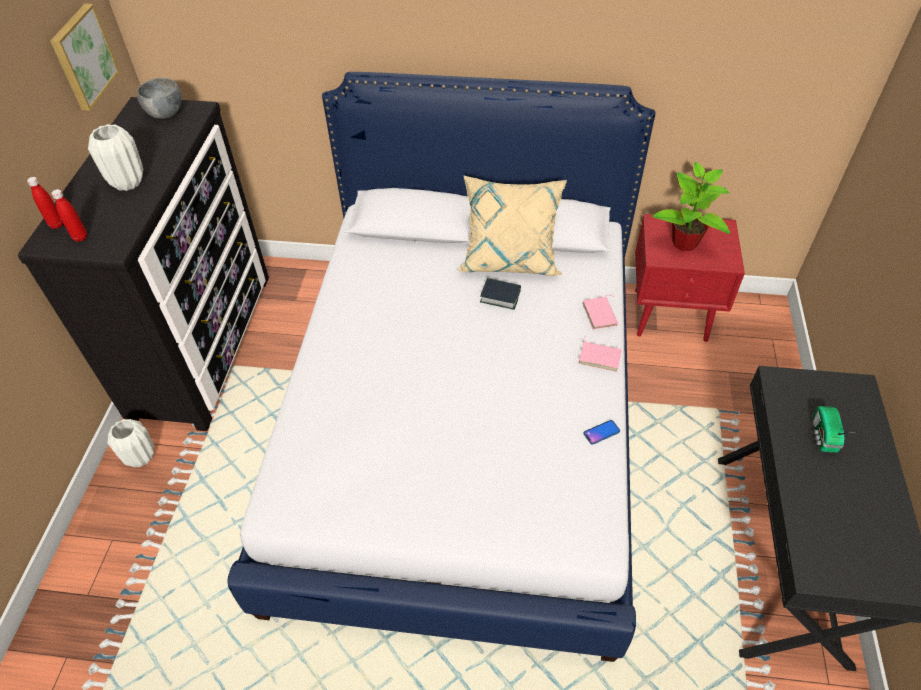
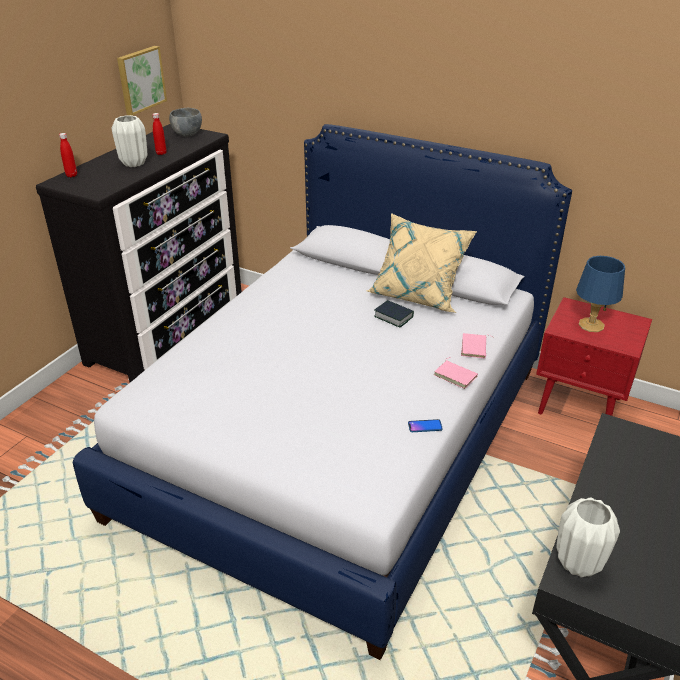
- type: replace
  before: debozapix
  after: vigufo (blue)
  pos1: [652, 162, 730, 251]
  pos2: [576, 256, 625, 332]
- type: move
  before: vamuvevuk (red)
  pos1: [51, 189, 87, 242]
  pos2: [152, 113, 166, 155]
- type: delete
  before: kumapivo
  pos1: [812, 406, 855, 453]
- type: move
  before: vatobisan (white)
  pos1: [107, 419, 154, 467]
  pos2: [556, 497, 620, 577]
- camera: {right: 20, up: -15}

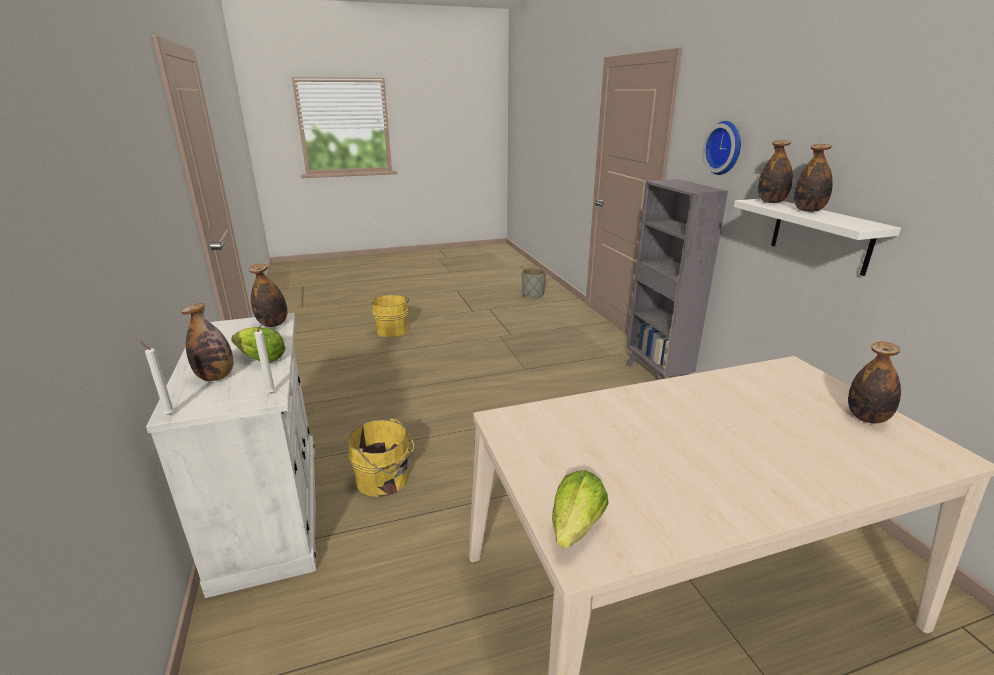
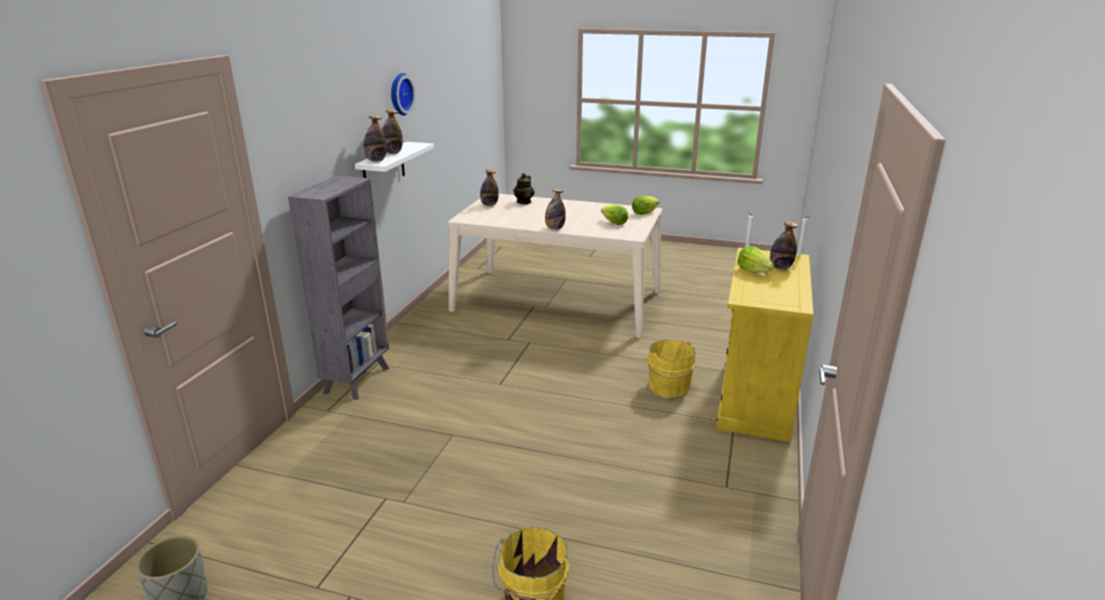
- type: move
  before: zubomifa
  pos1: [702, 121, 741, 175]
  pos2: [391, 73, 416, 116]
- type: move
  before: vamuvevuk
  pos1: [249, 264, 287, 327]
  pos2: [545, 189, 566, 230]
- type: recolor
  before: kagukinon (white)
  after: kagukinon (yellow)
  pos1: [146, 313, 316, 598]
  pos2: [716, 248, 814, 442]
- type: insert
  after: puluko
  pos2: [513, 173, 535, 204]
- type: insert
  after: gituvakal
  pos2: [601, 205, 628, 225]
- camera: {right: -145, up: 0}

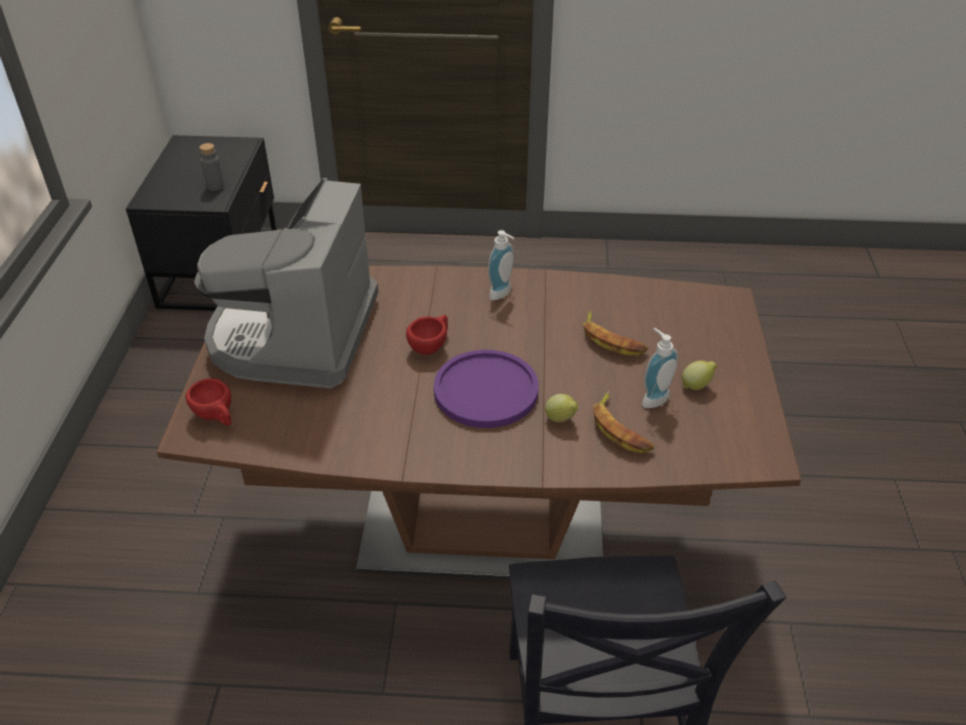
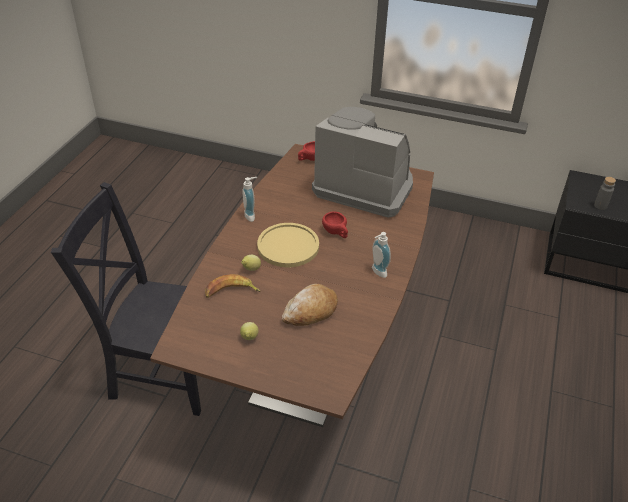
- type: replace
  before: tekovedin
  after: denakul
  pos1: [583, 311, 648, 356]
  pos2: [282, 284, 338, 326]
- type: move
  before: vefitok
  pos1: [642, 328, 678, 408]
  pos2: [242, 177, 257, 222]
- type: recolor
  before: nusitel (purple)
  after: nusitel (yellow)
  pos1: [434, 350, 539, 428]
  pos2: [257, 223, 319, 267]
- camera: {right: 105, up: 0}

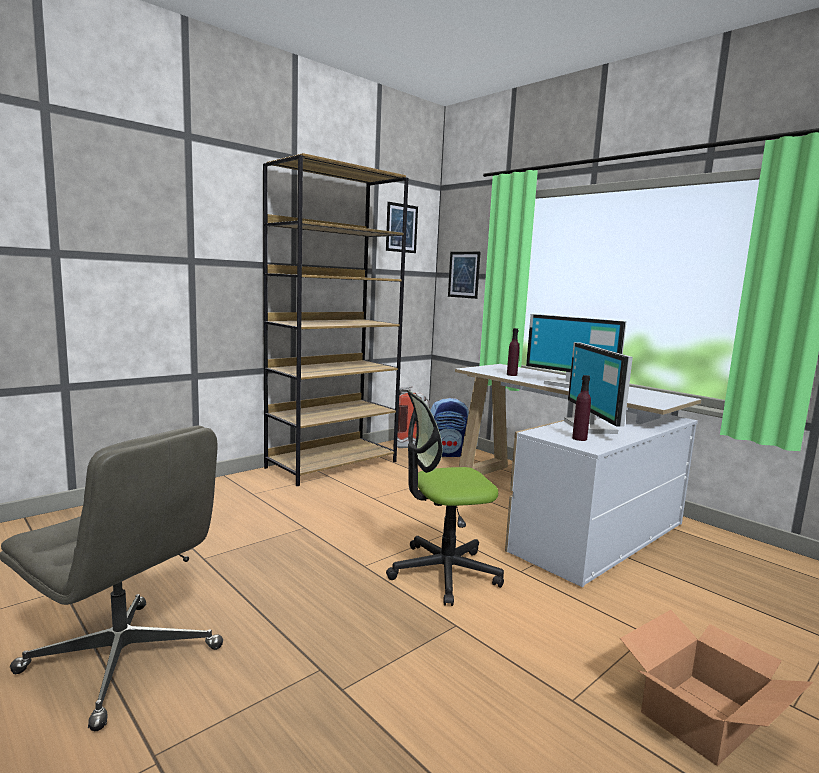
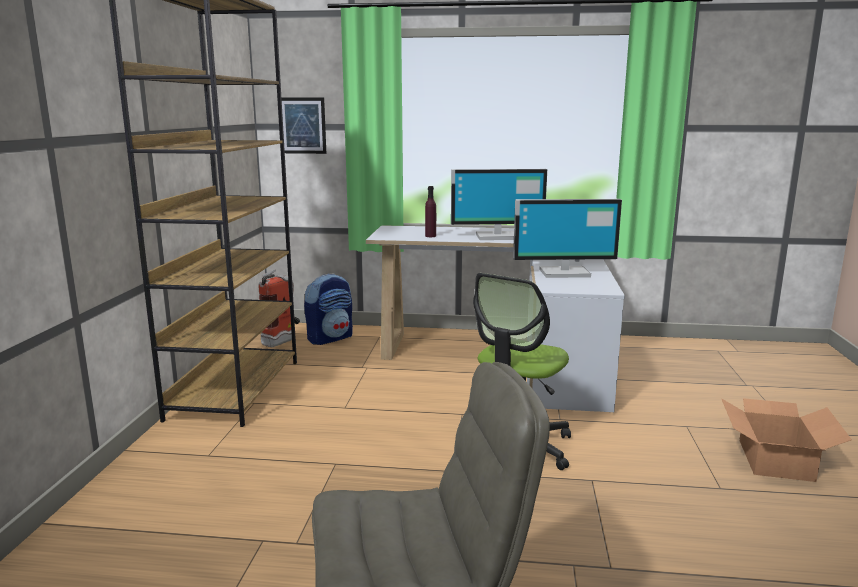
- type: delete
  before: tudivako
  pos1: [386, 202, 418, 253]
- type: rotate
  before: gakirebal
  pos1: [564, 342, 633, 434]
  pos2: [513, 199, 622, 278]
  turn: -45
- type: delete
  before: vamuvevuk (purple)
  pos1: [572, 375, 591, 441]
- camera: {right: -40, up: 5}

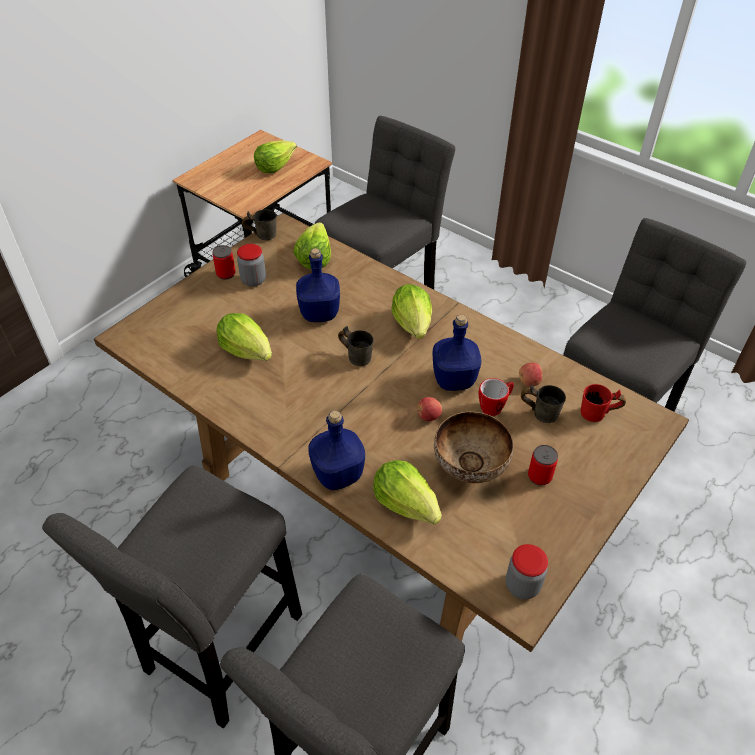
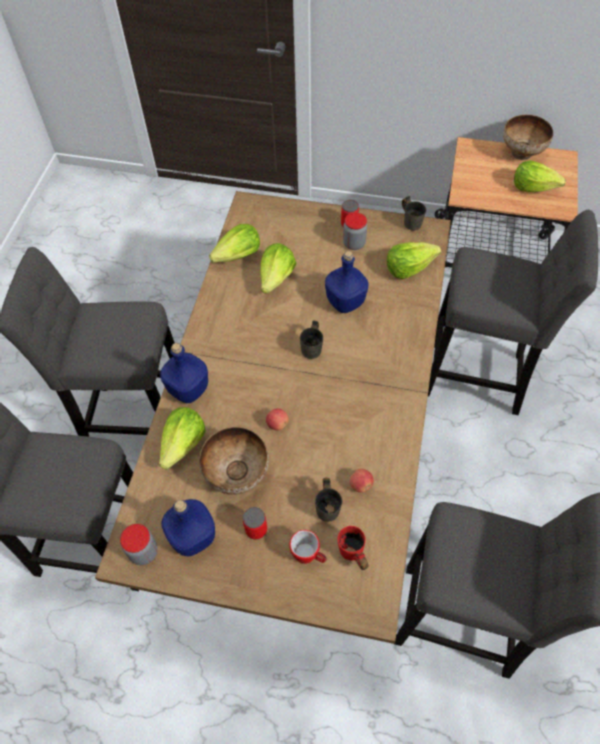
- type: move
  before: gituvakal
  pos1: [391, 284, 432, 339]
  pos2: [209, 224, 260, 262]
- type: move
  before: vamuvevuk (blue)
  pos1: [432, 314, 481, 391]
  pos2: [161, 499, 215, 556]
- type: move
  before: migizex
  pos1: [479, 378, 514, 416]
  pos2: [289, 530, 327, 564]
- type: insert
  after: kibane
  pos2: [503, 115, 553, 160]
- camera: {right: 65, up: 10}

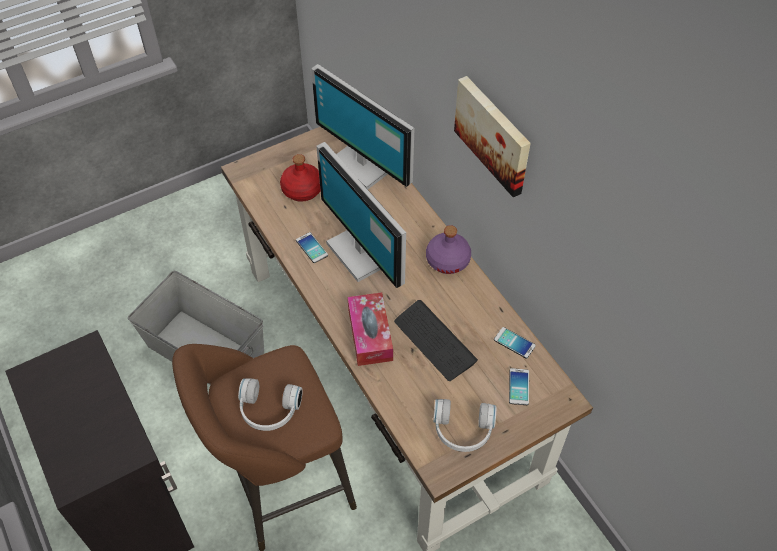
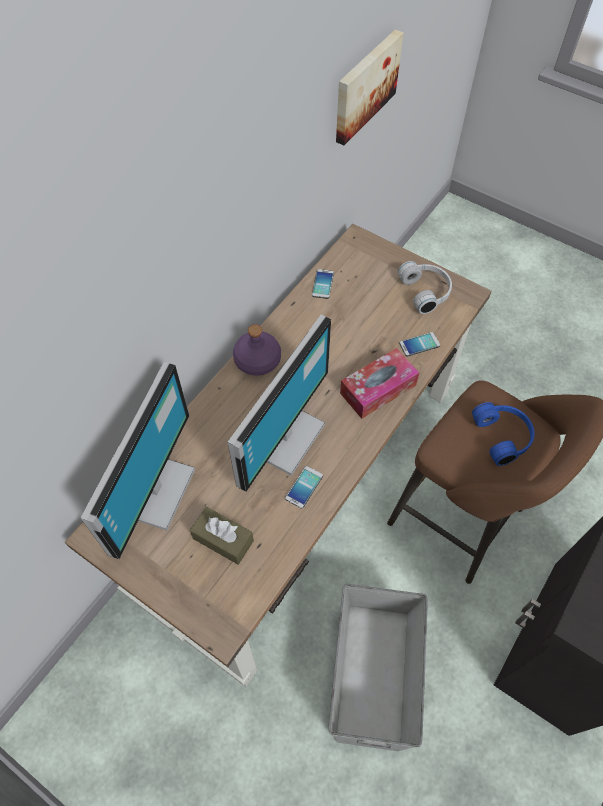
- type: move
  before: tudivako
  pos1: [454, 76, 531, 197]
  pos2: [336, 30, 403, 145]
- type: replace
  before: vamuvevuk (red)
  after: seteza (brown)
  pos1: [280, 154, 321, 202]
  pos2: [190, 507, 254, 565]
- type: delete
  before: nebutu
  pos1: [394, 300, 478, 381]
- type: move
  before: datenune
  pos1: [509, 368, 529, 405]
  pos2: [399, 332, 440, 356]
- type: recolor
  before: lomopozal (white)
  after: lomopozal (blue)
  pos1: [238, 378, 303, 431]
  pos2: [472, 402, 535, 466]
- camera: {right: -115, up: 5}

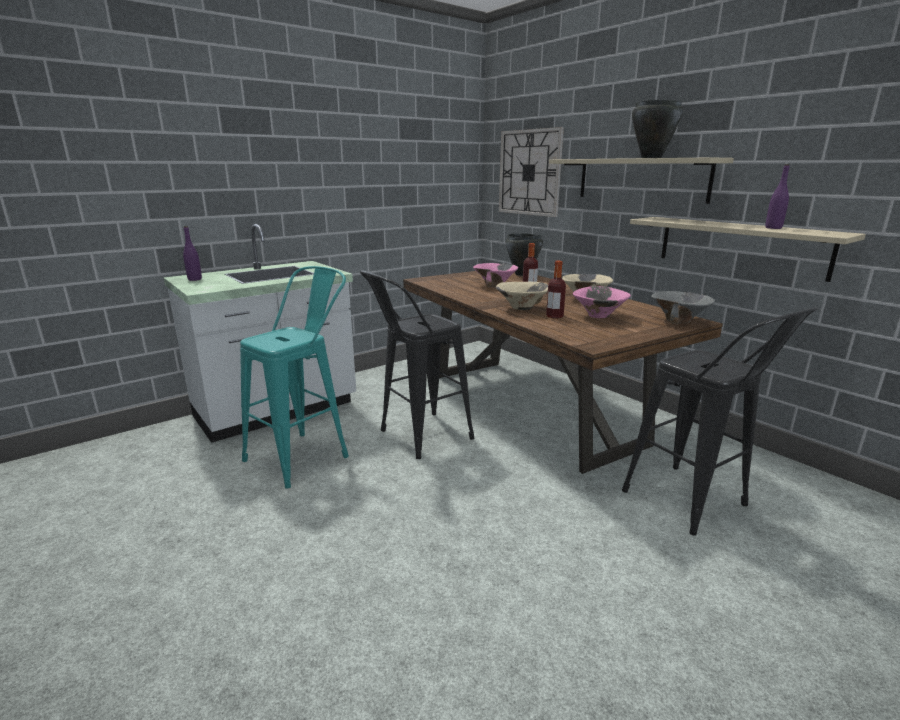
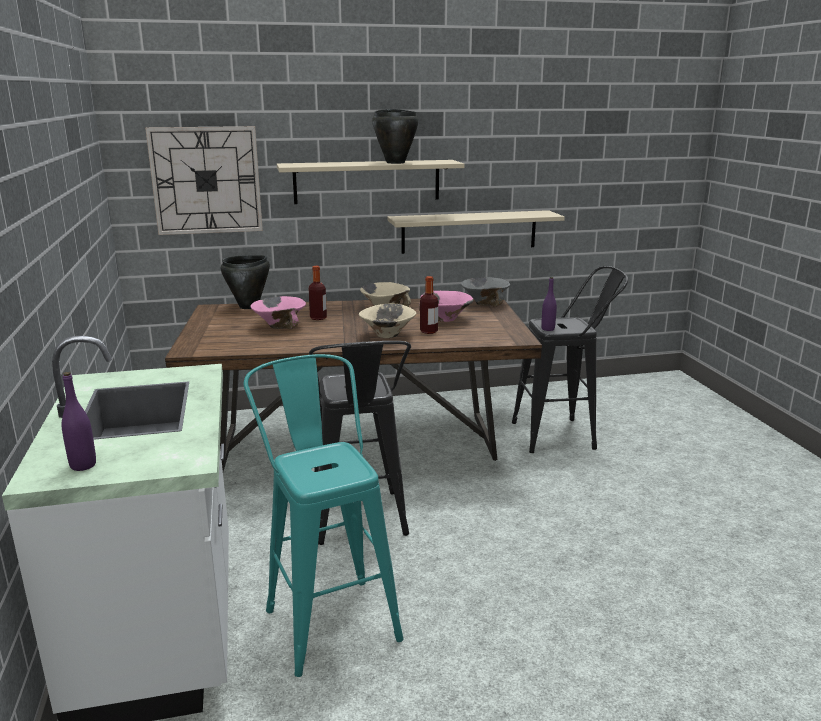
- type: move
  before: vamuvevuk (purple)
  pos1: [765, 164, 790, 229]
  pos2: [541, 277, 557, 331]
- camera: {right: -65, up: 0}

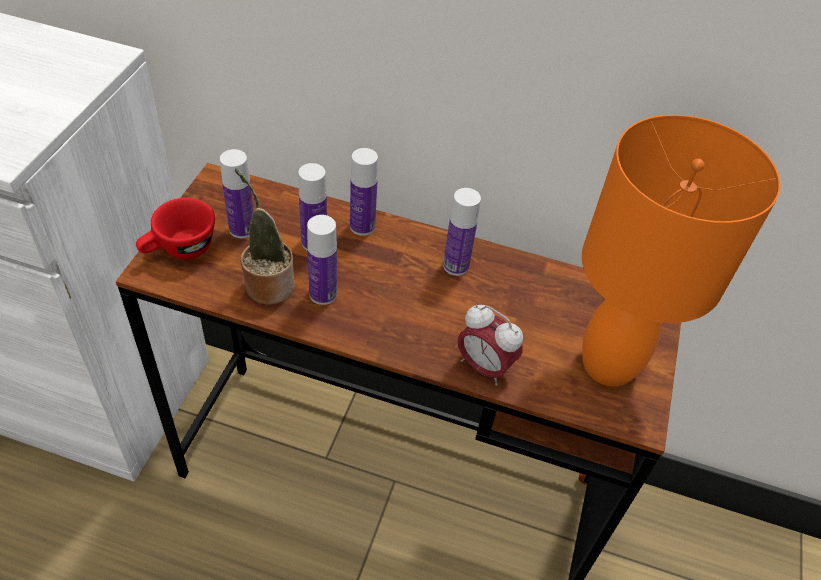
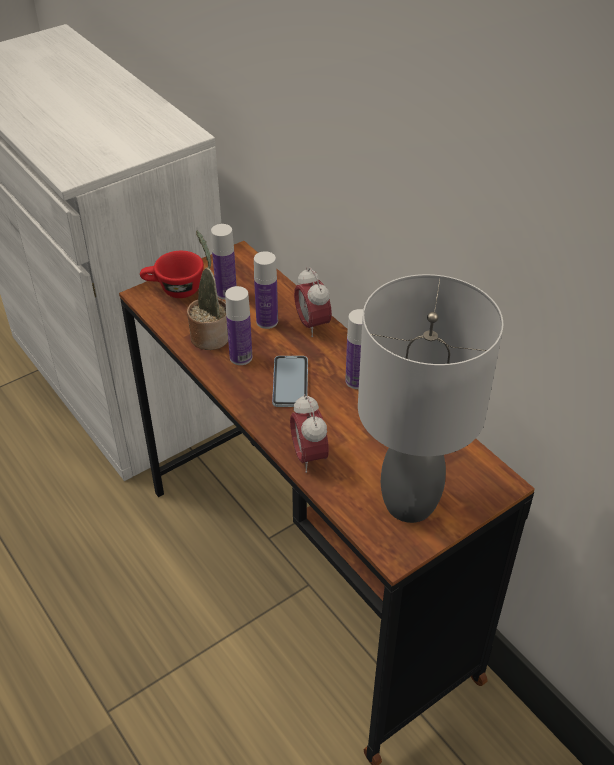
- type: recolor
  before: vigufo (orange)
  after: vigufo (grey)
  pos1: [582, 115, 781, 387]
  pos2: [358, 274, 503, 523]
- type: replace
  before: vamuvevuk
  after: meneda
  pos1: [350, 148, 378, 236]
  pos2: [294, 267, 332, 337]
- type: insert
  after: datenune
  pos2: [272, 356, 308, 407]
- camera: {right: 40, up: -5}

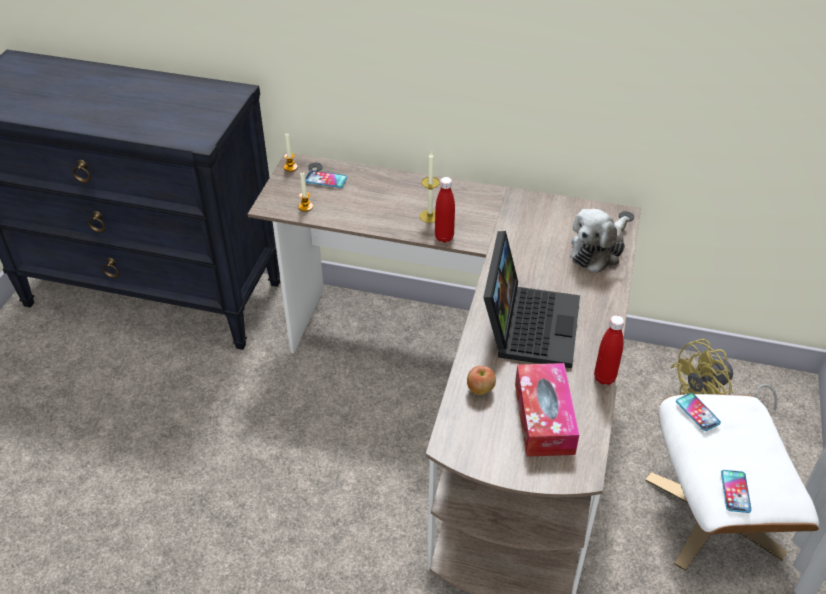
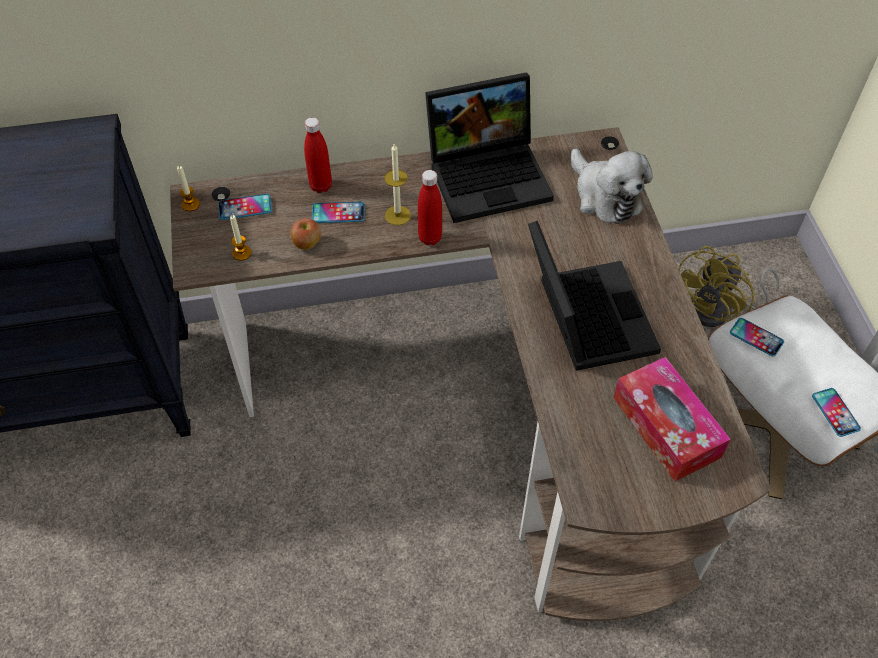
- type: rotate
  before: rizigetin
  pos1: [571, 209, 628, 273]
  pos2: [571, 149, 653, 224]
  turn: -45
- type: move
  before: vamuvevuk (red)
  pos1: [594, 315, 624, 385]
  pos2: [304, 117, 332, 193]
- type: move
  before: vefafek
  pos1: [467, 366, 496, 395]
  pos2: [291, 218, 321, 250]
- type: insert
  after: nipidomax
  pos2: [425, 72, 554, 223]
- type: insert
  after: datenune
  pos2: [312, 202, 365, 223]
- camera: {right: -25, up: 10}

